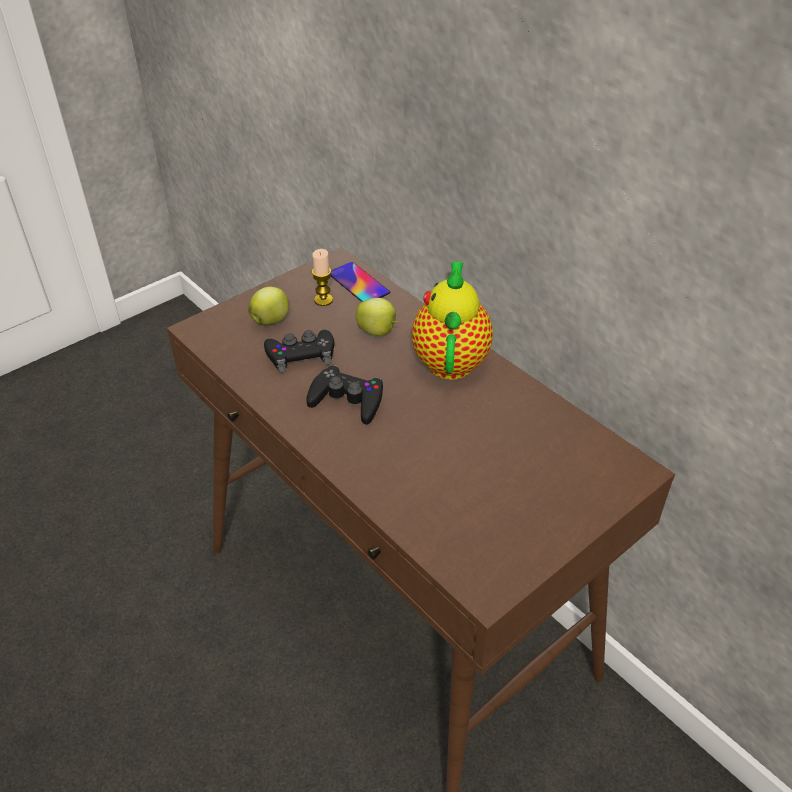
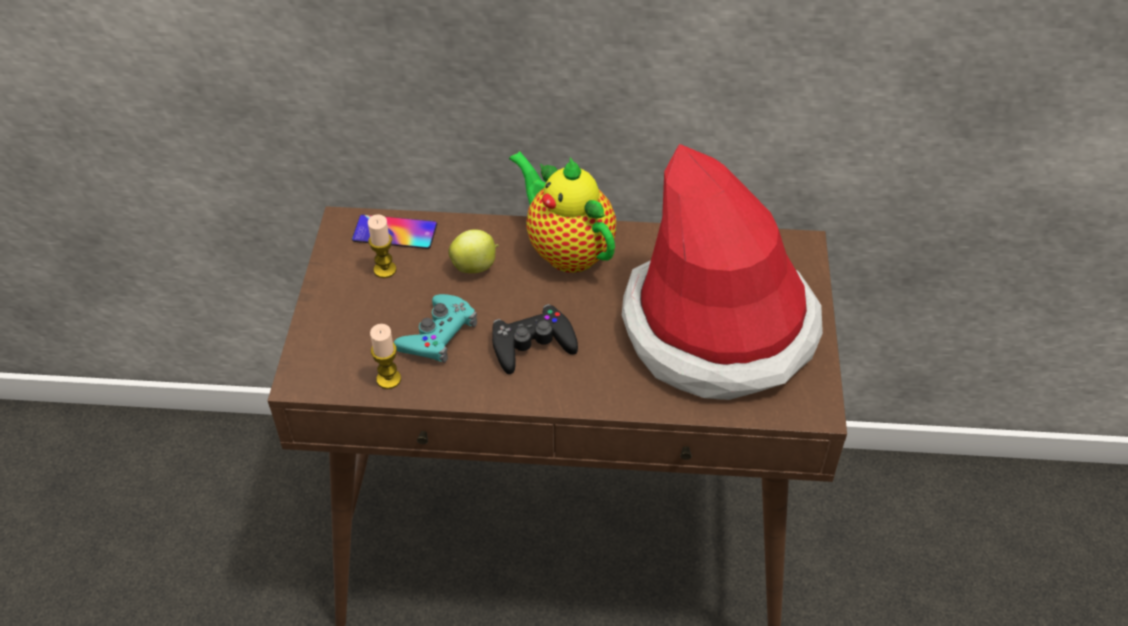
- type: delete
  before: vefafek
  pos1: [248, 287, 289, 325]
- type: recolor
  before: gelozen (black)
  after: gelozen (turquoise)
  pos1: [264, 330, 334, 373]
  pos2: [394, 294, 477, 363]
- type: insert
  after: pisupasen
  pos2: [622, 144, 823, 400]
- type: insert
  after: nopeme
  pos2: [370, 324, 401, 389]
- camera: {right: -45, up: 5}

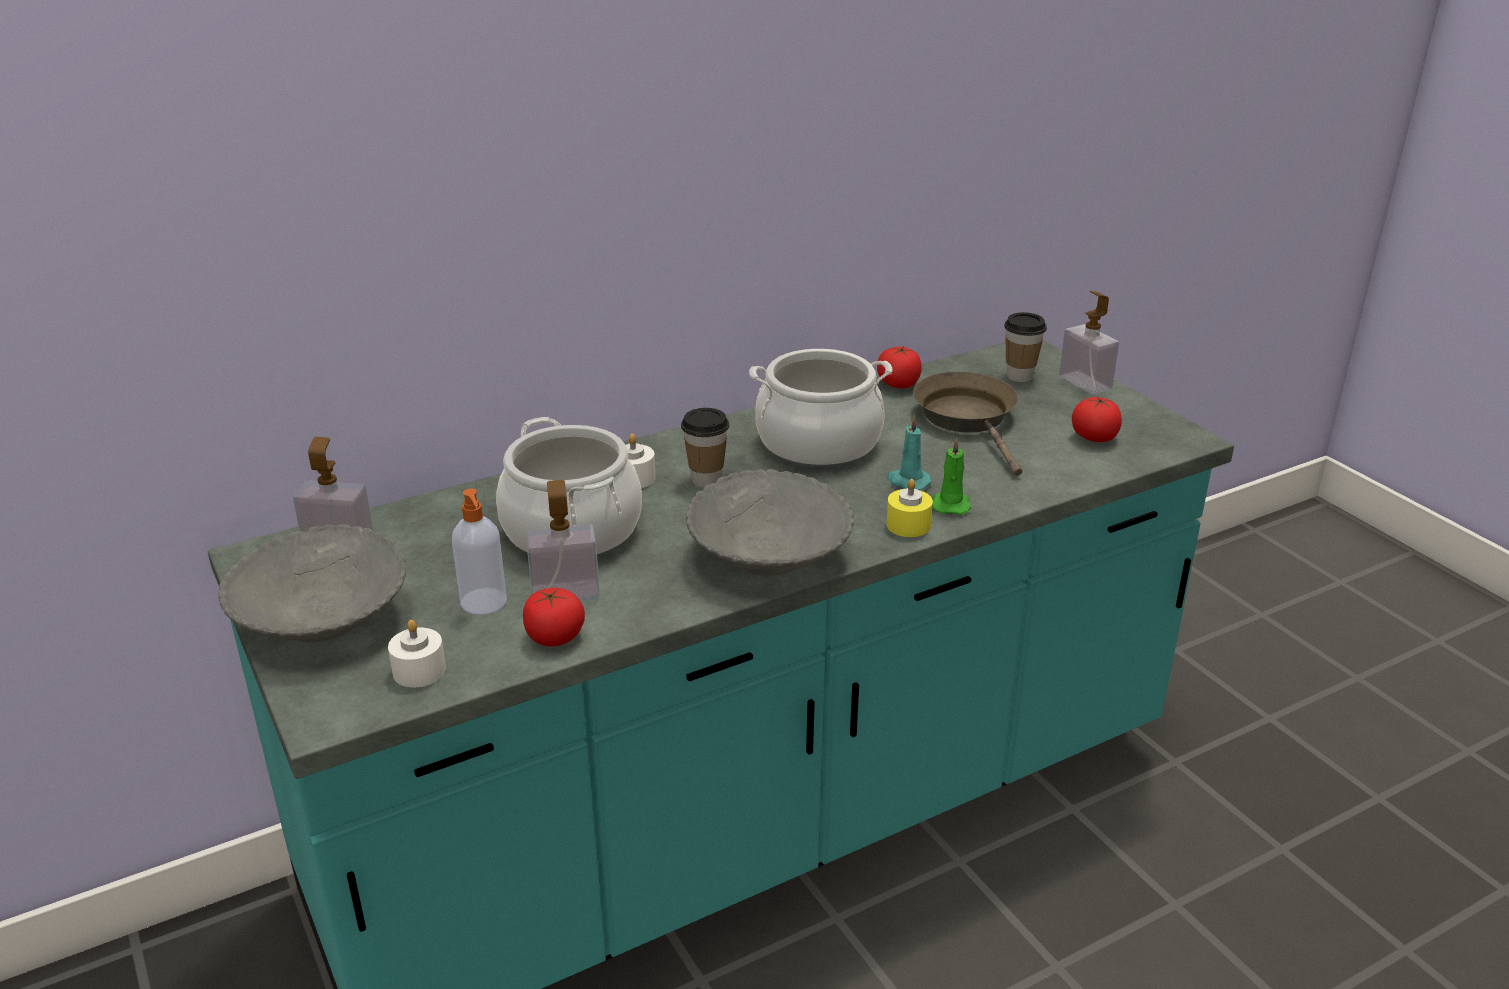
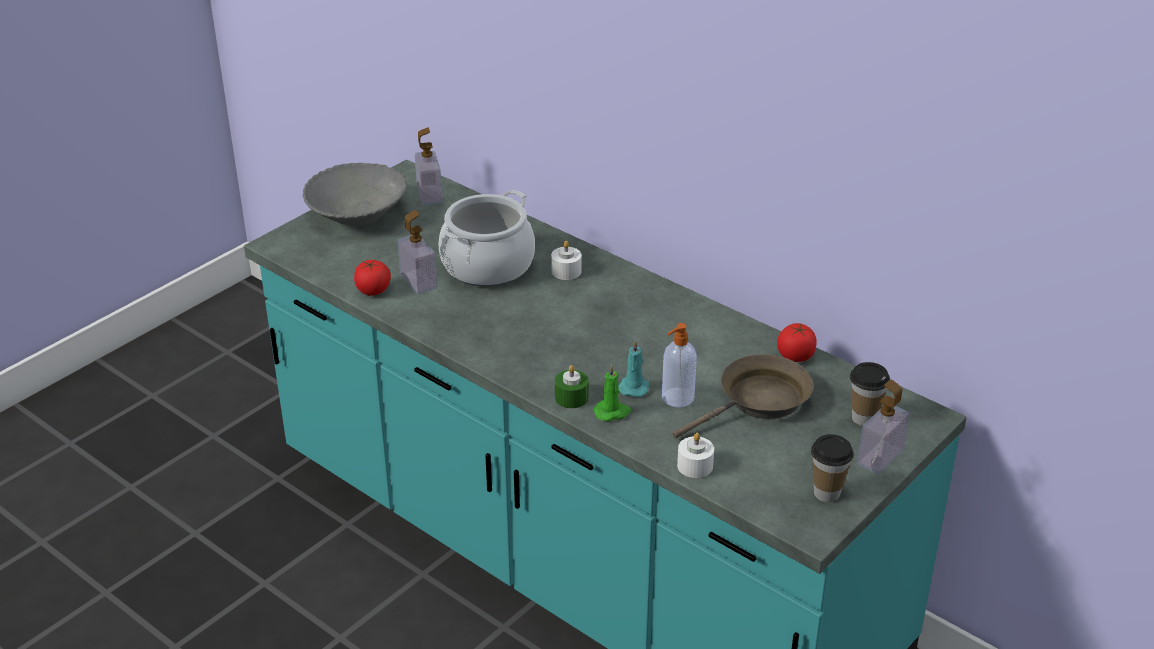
- type: delete
  before: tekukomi
  pos1: [749, 349, 893, 467]
- type: delete
  before: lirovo
  pos1: [1072, 396, 1122, 442]
- type: move
  before: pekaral
  pos1: [681, 408, 729, 488]
  pos2: [811, 434, 854, 502]
- type: delete
  before: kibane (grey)
  pos1: [686, 469, 854, 576]
- type: recolor
  before: nopeme (yellow)
  after: nopeme (green)
  pos1: [886, 479, 933, 537]
  pos2: [555, 365, 589, 408]
- type: move
  before: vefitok
  pos1: [452, 489, 507, 615]
  pos2: [662, 323, 697, 408]
- type: move
  before: nopeme (white)
  pos1: [388, 620, 446, 687]
  pos2: [677, 433, 714, 478]
- camera: {right: 70, up: 5}

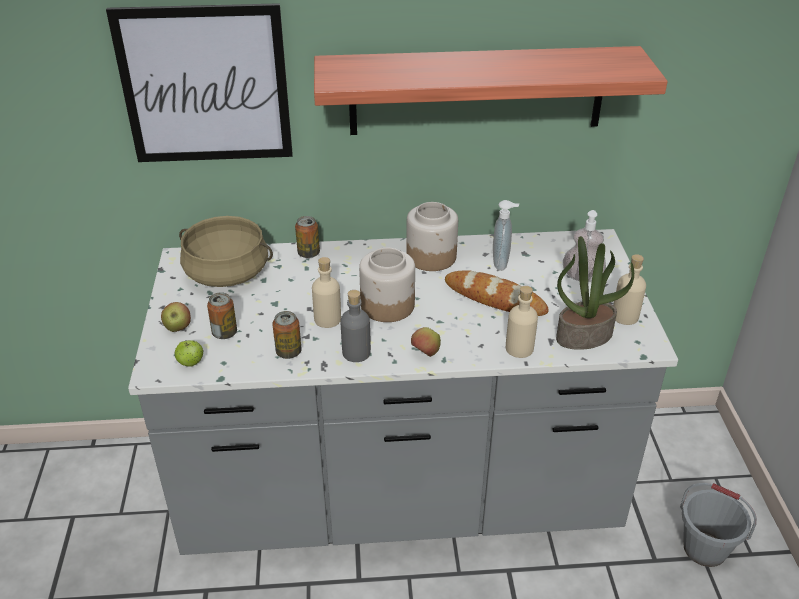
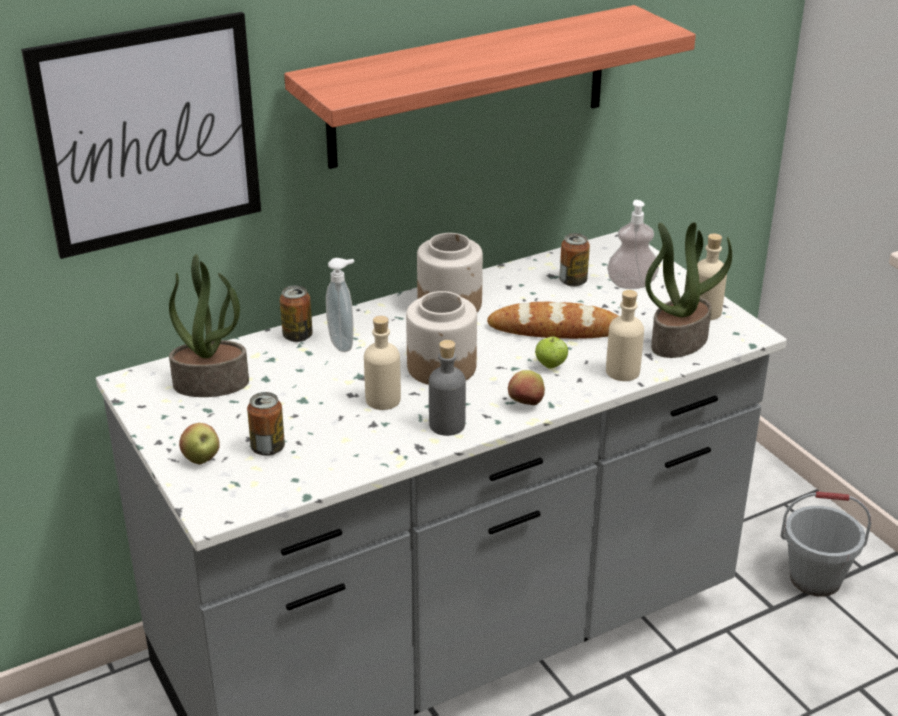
- type: move
  before: vefitok
  pos1: [493, 200, 519, 271]
  pos2: [326, 258, 354, 352]
- type: replace
  before: tekukomi (beige)
  after: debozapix
  pos1: [179, 216, 273, 287]
  pos2: [169, 254, 249, 397]
- type: move
  before: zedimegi
  pos1: [272, 311, 301, 359]
  pos2: [559, 233, 590, 287]
- type: move
  before: vefafek
  pos1: [175, 340, 203, 367]
  pos2: [535, 336, 568, 369]
- camera: {right: -25, up: -5}

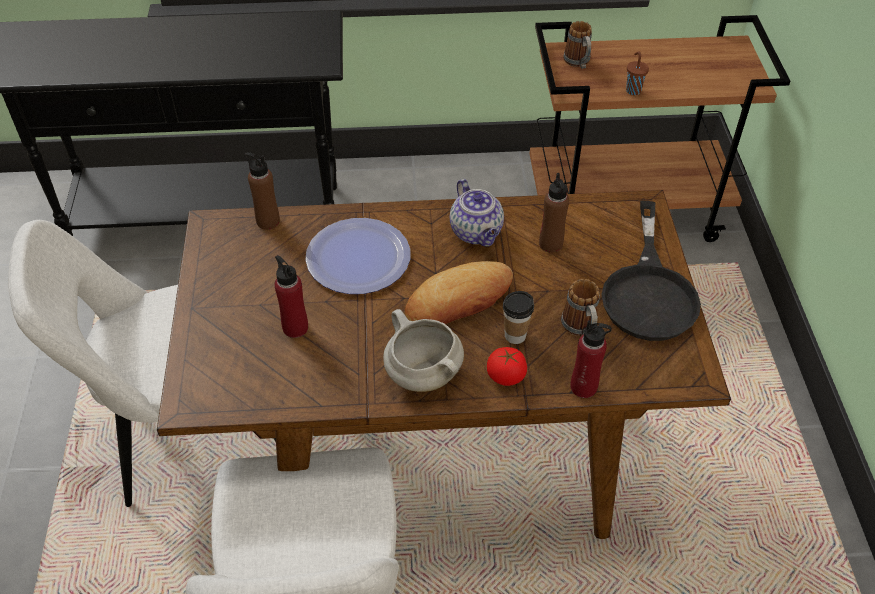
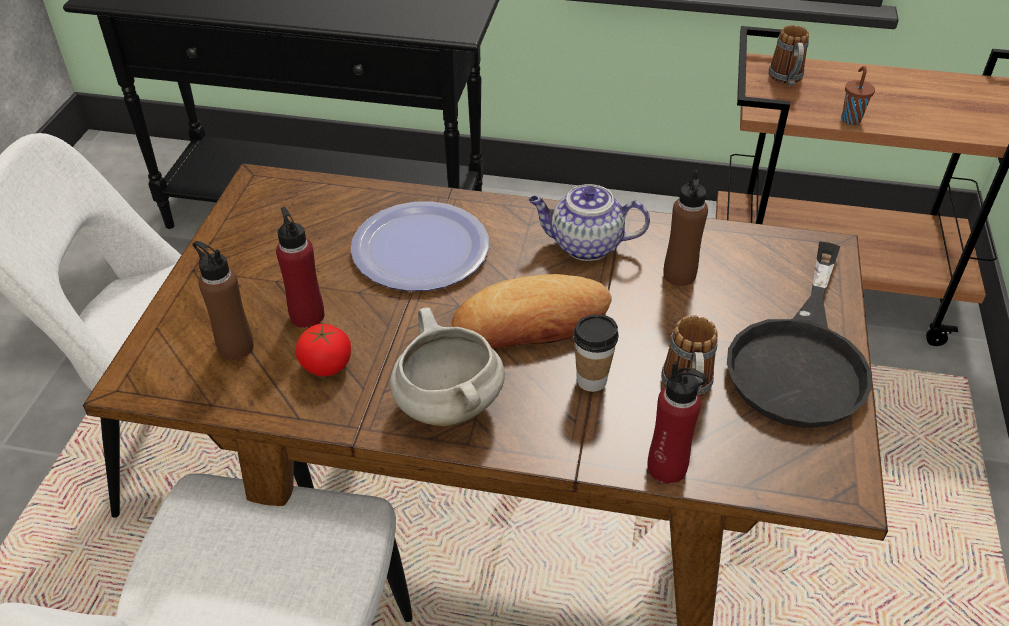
- type: move
  before: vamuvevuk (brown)
  pos1: [244, 152, 280, 230]
  pos2: [193, 241, 254, 360]
- type: rotate
  before: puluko
  pos1: [450, 179, 504, 247]
  pos2: [529, 184, 650, 261]
  turn: 105
- type: move
  before: lirovo
  pos1: [487, 347, 527, 386]
  pos2: [295, 324, 351, 376]
- camera: {right: 15, up: -5}

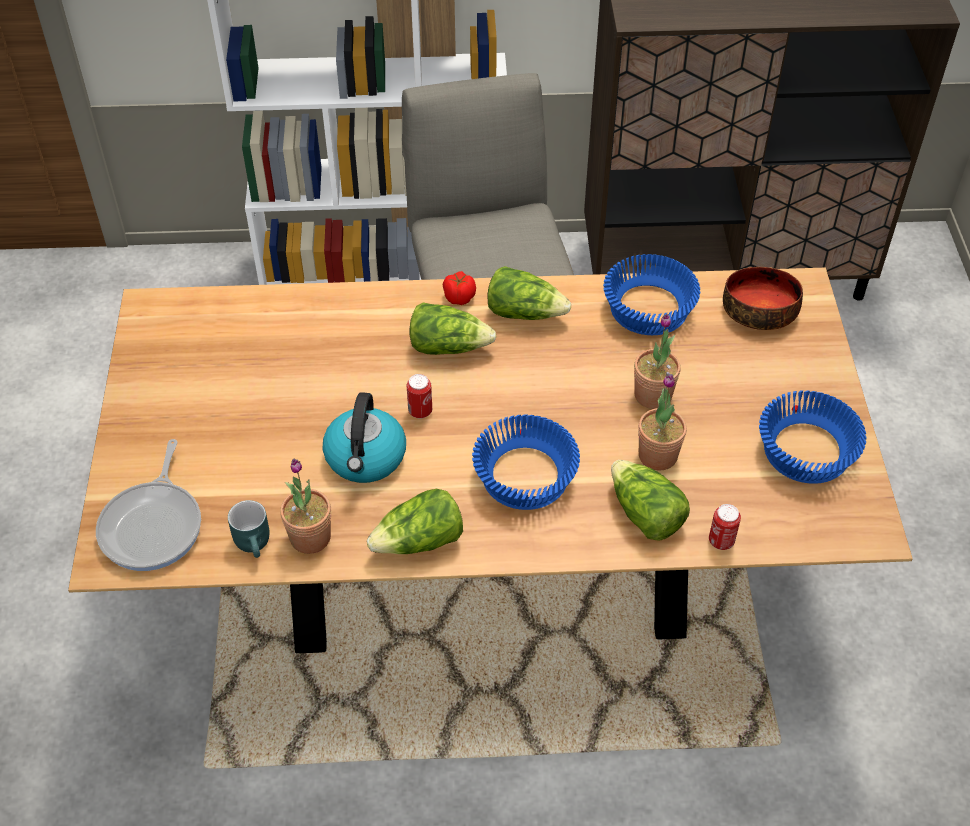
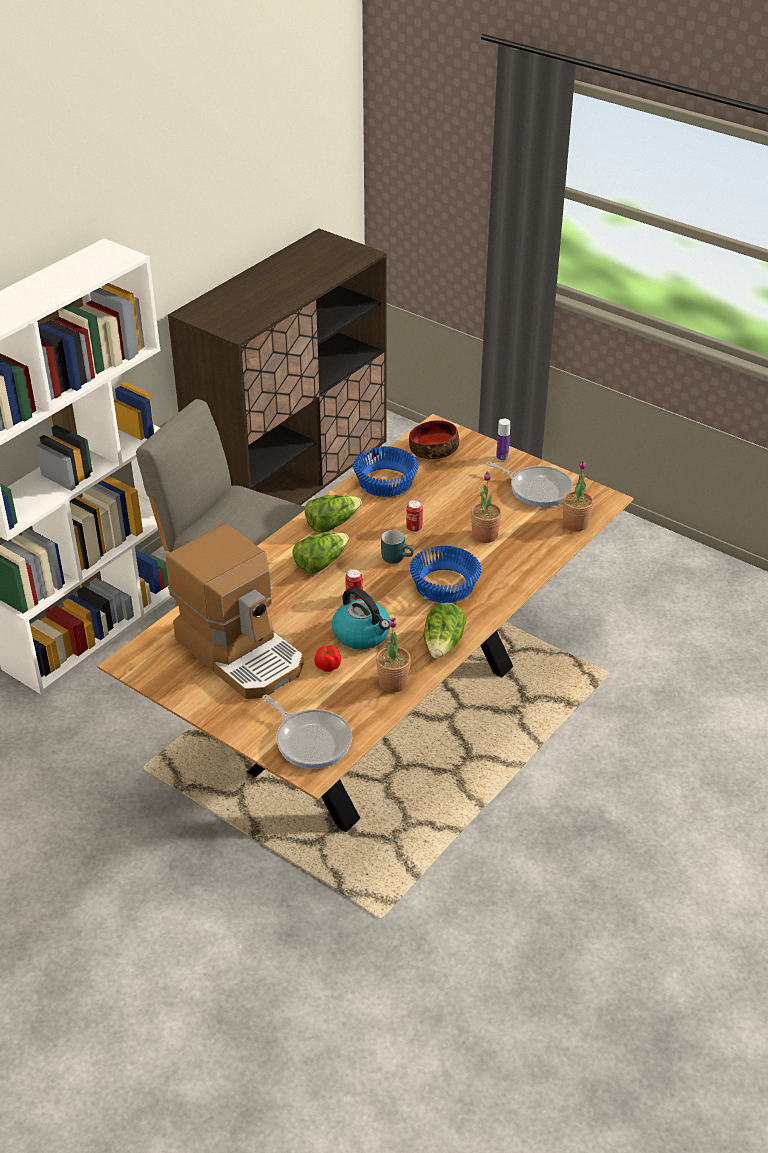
- type: move
  before: lirovo
  pos1: [443, 271, 476, 305]
  pos2: [314, 645, 341, 672]
- type: move
  before: debozapix
  pos1: [634, 314, 681, 409]
  pos2: [563, 460, 594, 531]
- type: replace
  before: kibane (blue)
  after: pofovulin
  pos1: [759, 391, 867, 484]
  pos2: [486, 462, 573, 507]
- type: delete
  before: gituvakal
  pos1: [611, 460, 690, 541]
- type: move
  before: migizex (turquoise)
  pos1: [228, 500, 270, 558]
  pos2: [381, 530, 414, 564]
- type: move
  before: zedimegi
  pos1: [709, 504, 741, 550]
  pos2: [406, 500, 423, 532]
- type: insert
  after: vamuvevuk
  pos2: [496, 419, 510, 461]
- type: insert
  after: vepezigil
  pos2: [166, 524, 303, 699]
- camera: {right: -50, up: -10}

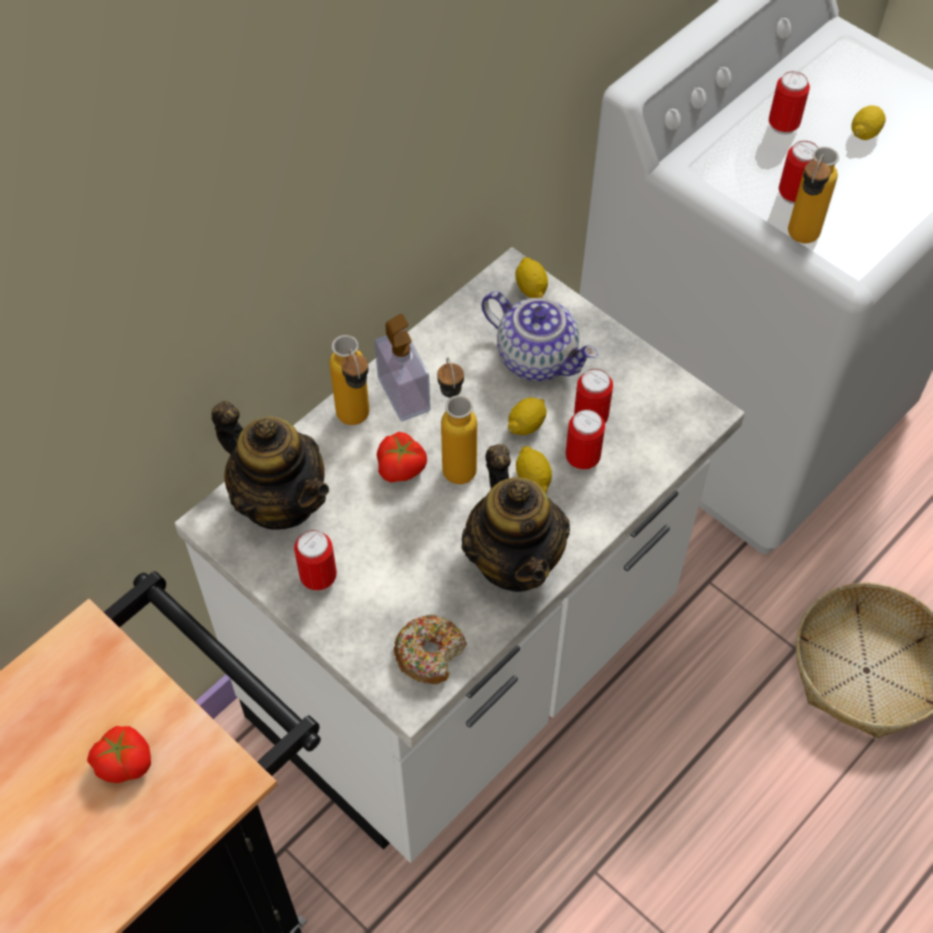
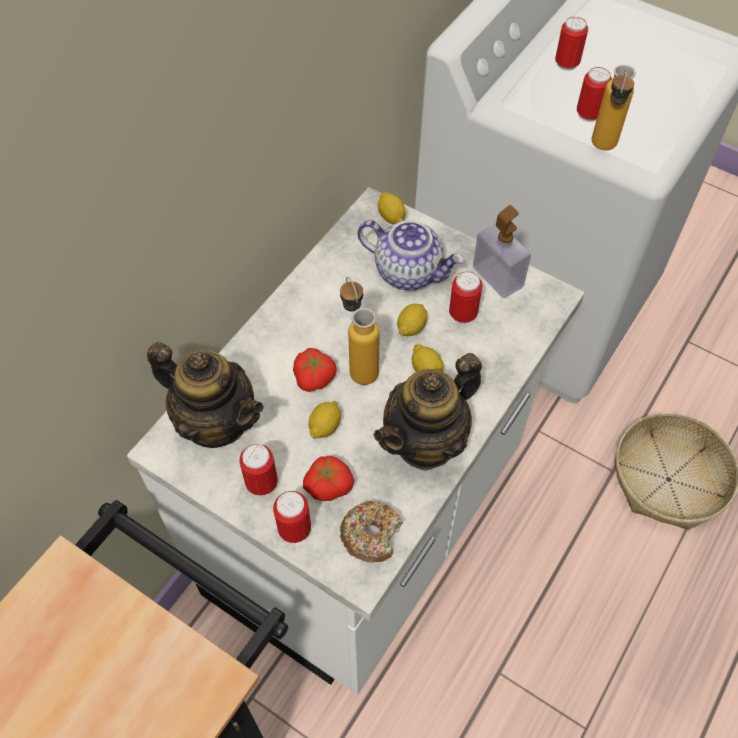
- type: move
  before: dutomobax
  pos1: [851, 105, 886, 140]
  pos2: [308, 401, 341, 439]
- type: move
  before: vefitok
  pos1: [375, 314, 430, 421]
  pos2: [473, 205, 531, 298]
- type: delete
  before: vamuvevuk
  pos1: [329, 335, 369, 425]
- type: move
  before: zedimegi
  pos1: [566, 409, 605, 470]
  pos2: [273, 491, 311, 543]
- type: rotate
  before: puluko
  pos1: [462, 444, 570, 592]
  pos2: [374, 353, 482, 471]
  turn: 75
- type: move
  before: lirovo
  pos1: [87, 726, 151, 783]
  pos2: [303, 455, 355, 501]
- camera: {right: -10, up: 0}

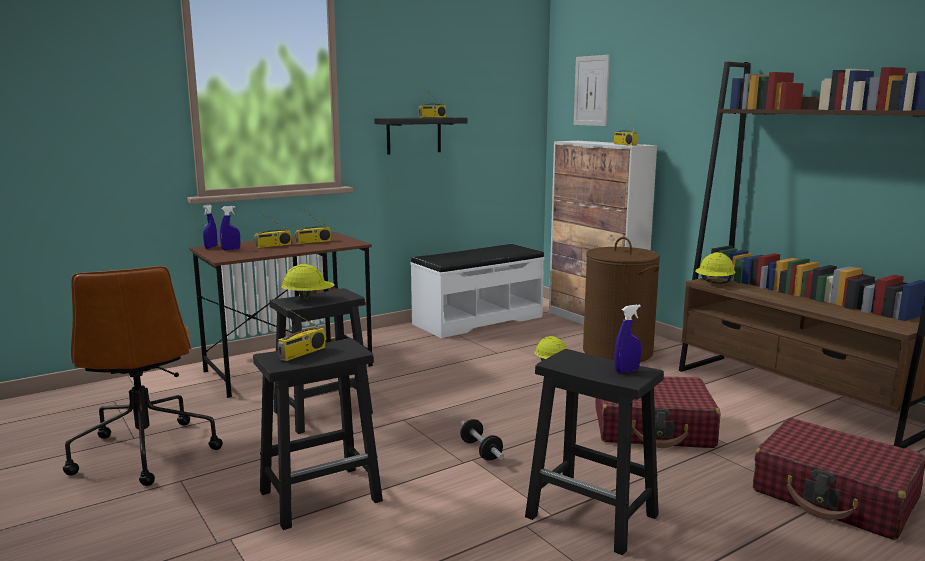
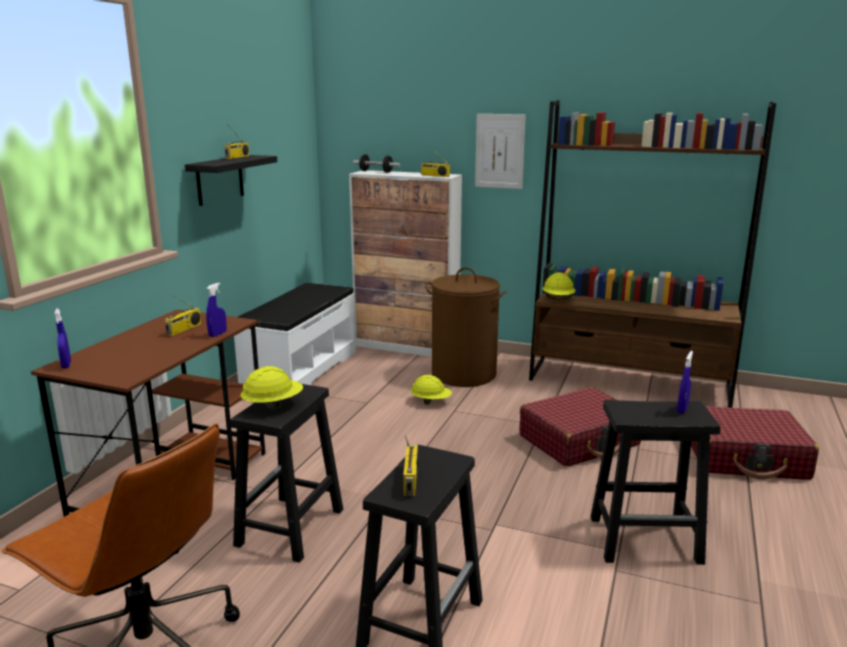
- type: move
  before: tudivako
  pos1: [574, 55, 610, 126]
  pos2: [475, 114, 526, 189]
- type: move
  before: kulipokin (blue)
  pos1: [220, 206, 240, 250]
  pos2: [206, 283, 227, 337]
- type: delete
  before: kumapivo
  pos1: [254, 212, 291, 248]
- type: move
  before: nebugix
  pos1: [460, 419, 504, 461]
  pos2: [353, 154, 400, 173]
- camera: {right: -35, up: 5}

